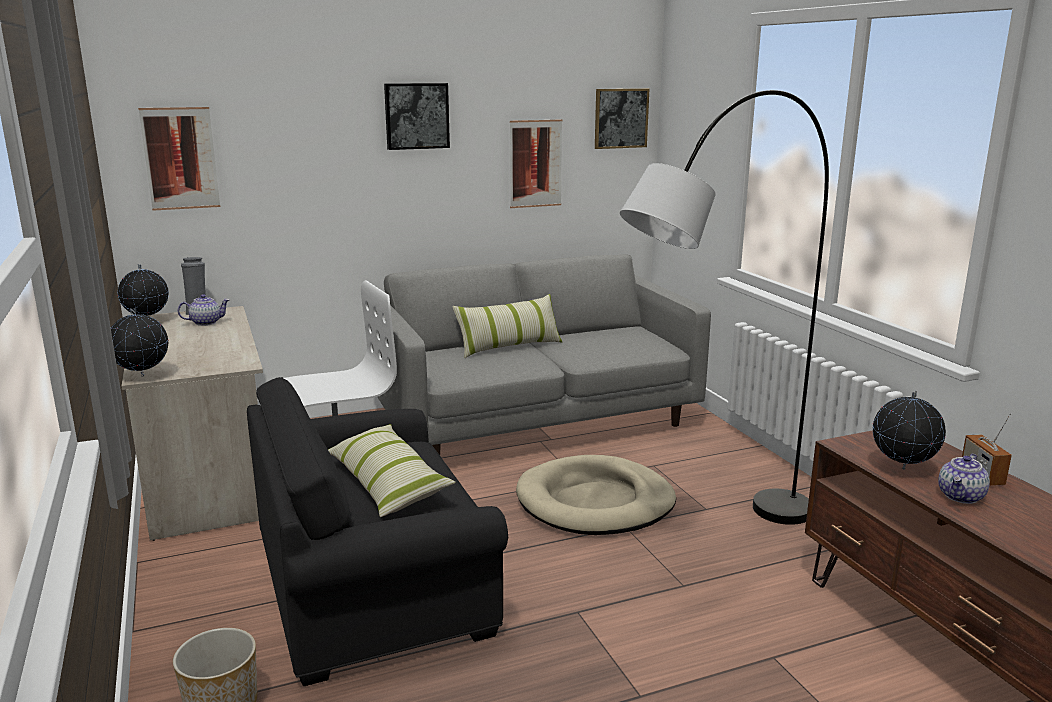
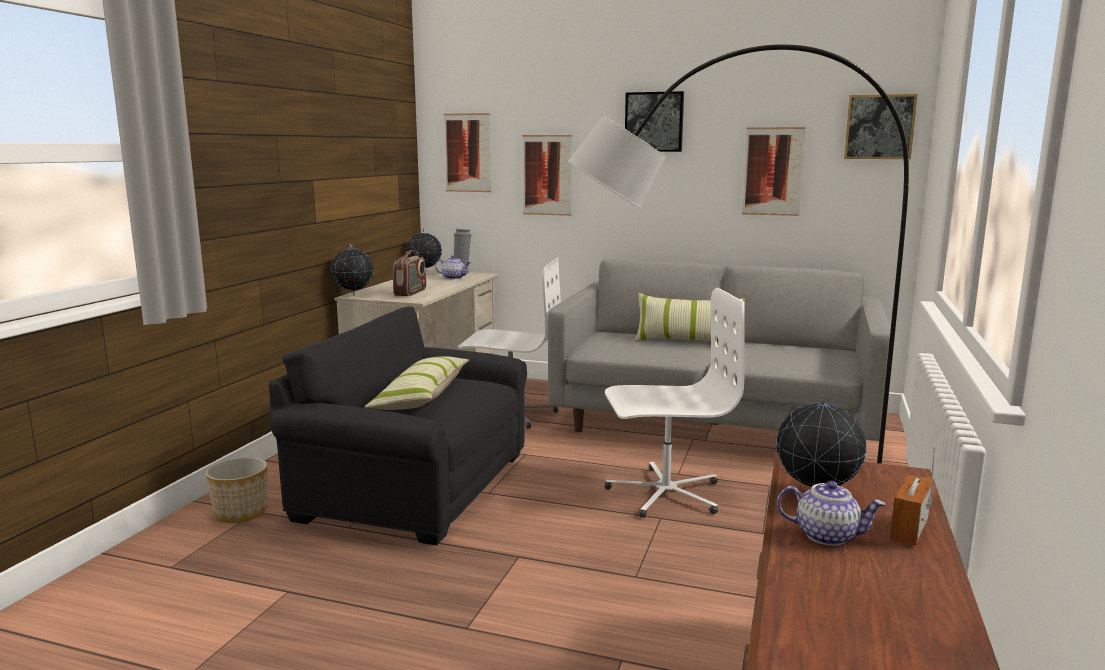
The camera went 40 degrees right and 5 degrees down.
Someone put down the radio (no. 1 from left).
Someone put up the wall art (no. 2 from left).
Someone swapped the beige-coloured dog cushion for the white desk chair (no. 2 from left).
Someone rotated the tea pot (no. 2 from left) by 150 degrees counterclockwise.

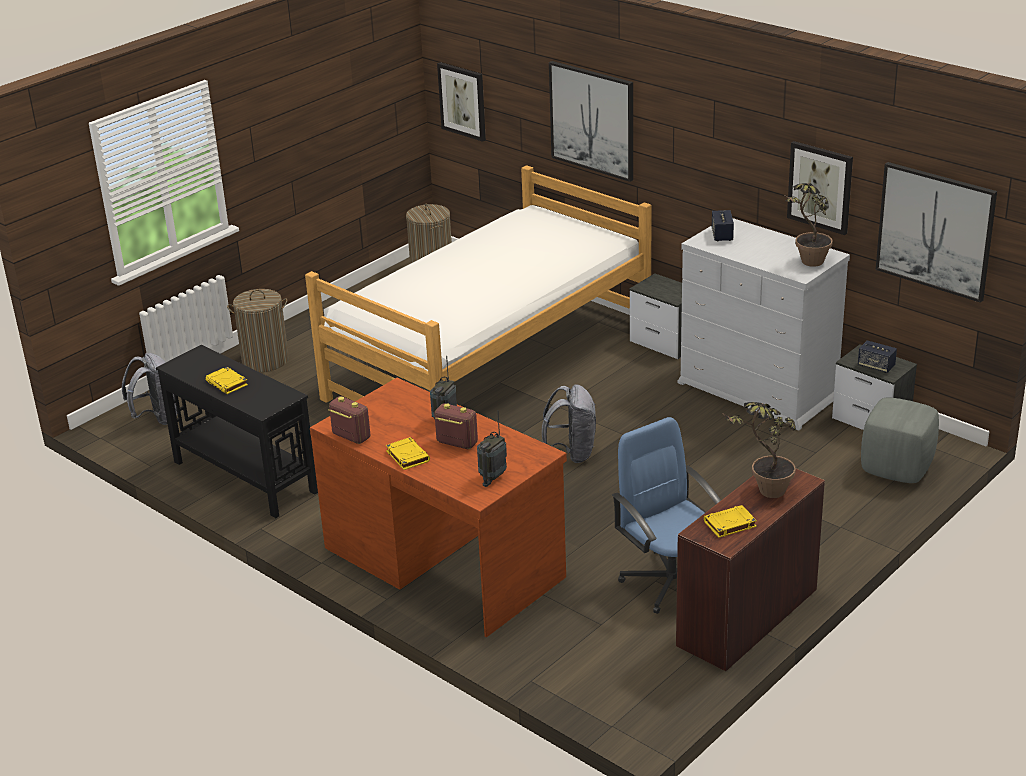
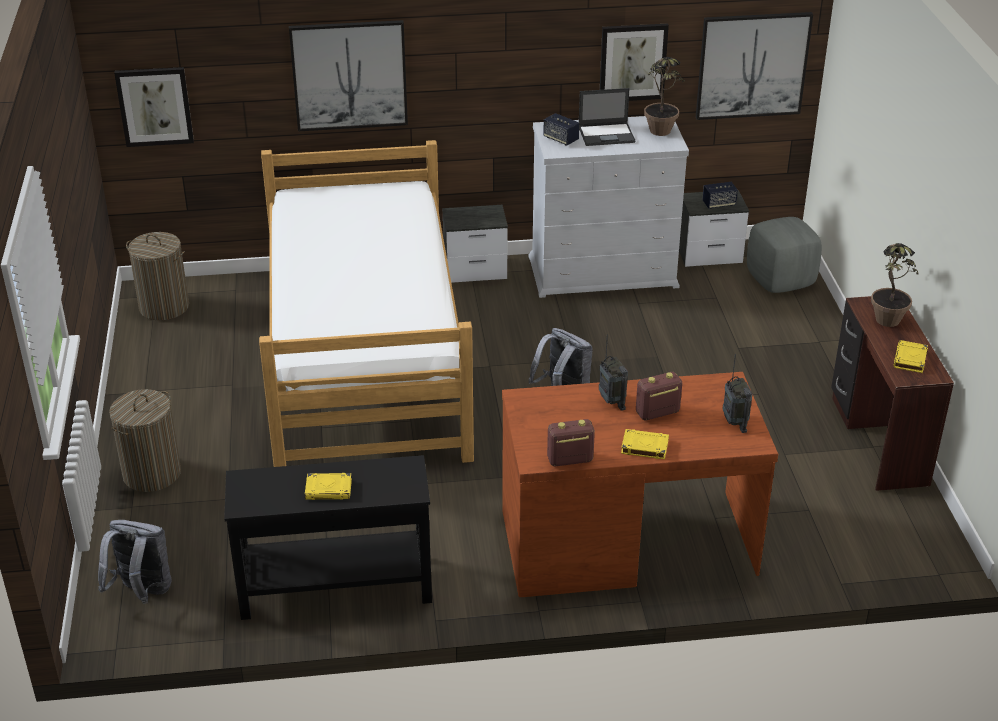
The camera went 50 degrees left and 5 degrees up.
Someone took away the bluish desk chair.
Someone put down the portable computer.

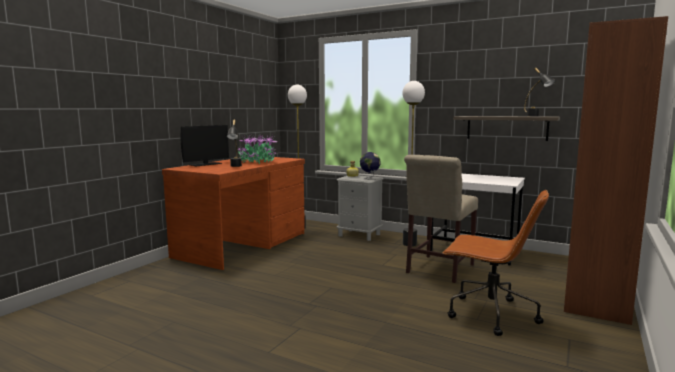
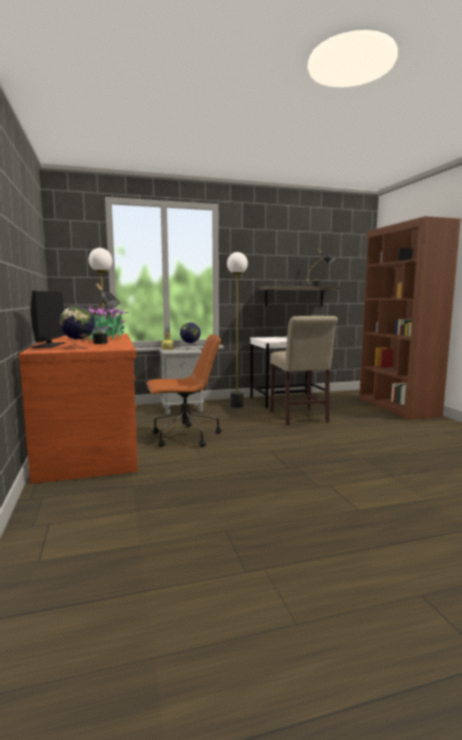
The camera went 45 degrees left and 0 degrees up.
Someone put down the world globe (no. 1 from left).
Someone carried the brownish desk chair.

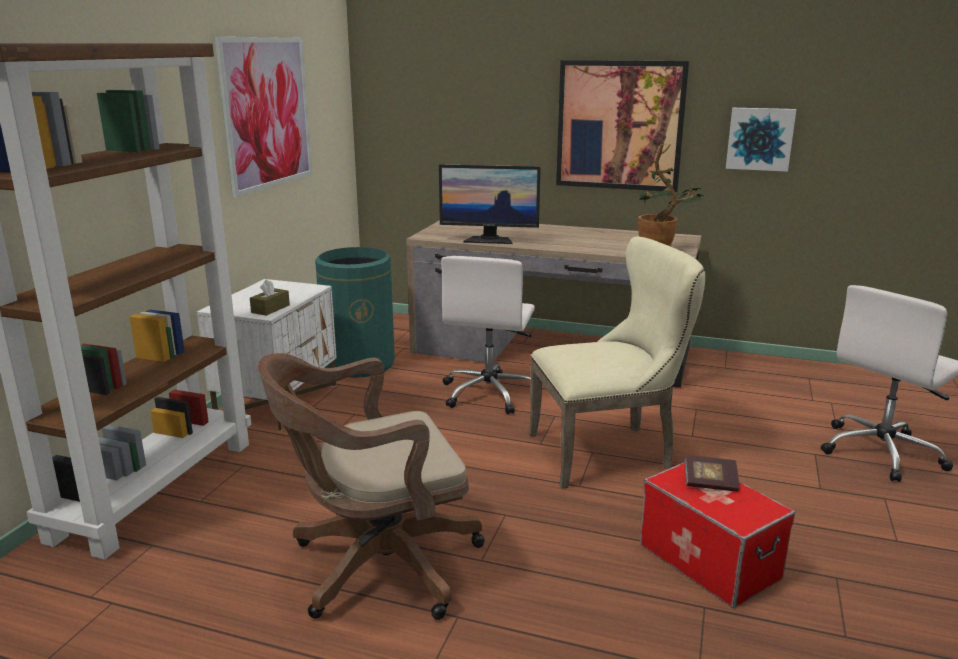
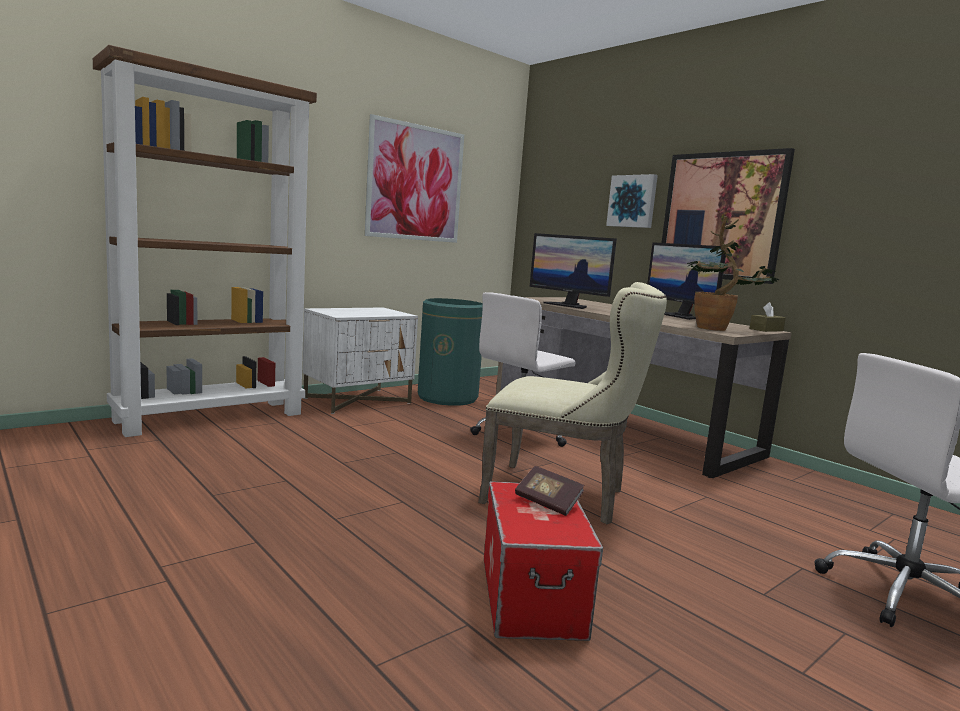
The camera went 30 degrees right and 10 degrees down.
Someone took away the brownish desk chair.
Someone put down the computer display (no. 2 from left).
Someone carried the brownish box of tissues.
Someone carried the wall art (no. 3 from left in the first image).

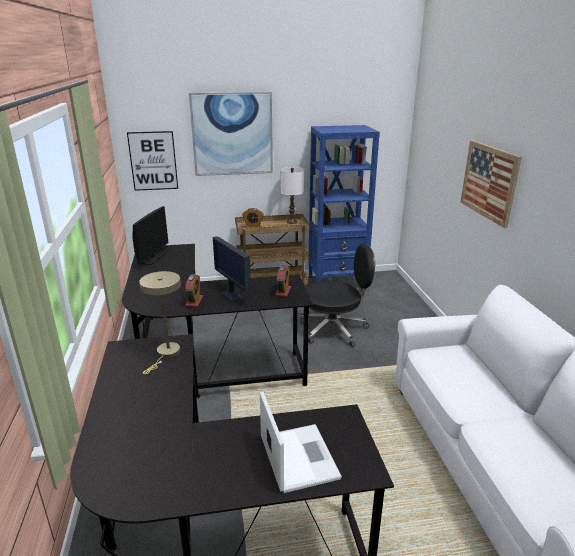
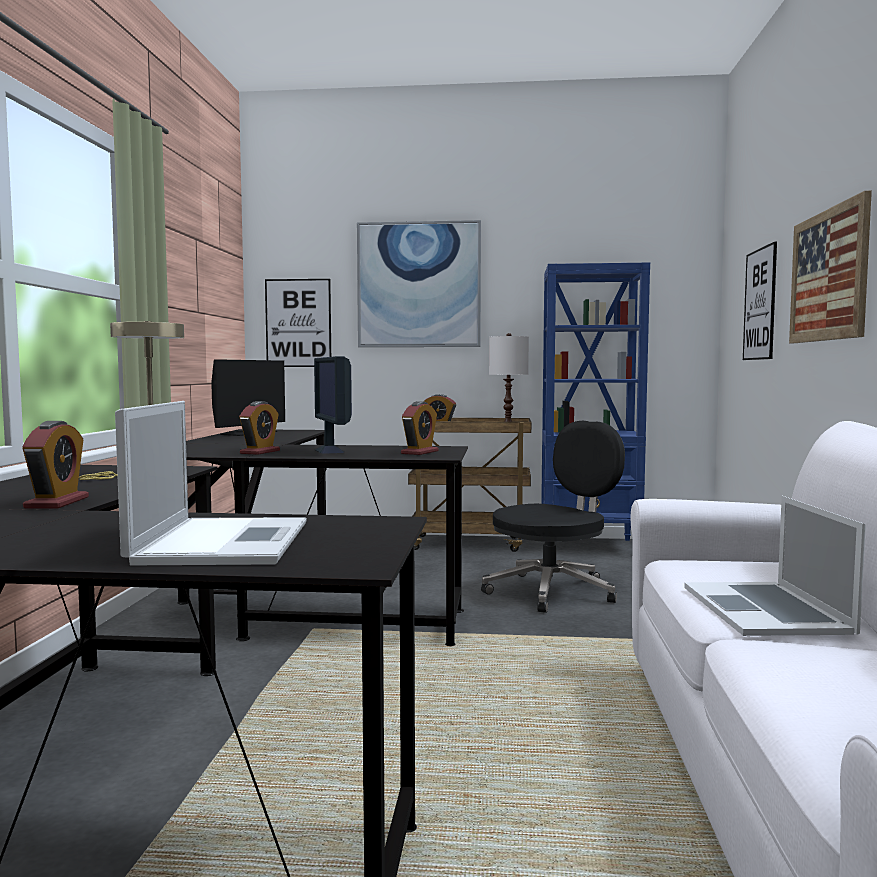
The camera went 15 degrees right and 20 degrees down.
Someone put down the alarm clock (no. 1 from left).
Someone put down the portable computer (no. 2 from left).
Someone put up the wall art (no. 3 from left).
Someone rotated the black desk chair by 45 degrees counterclockwise.

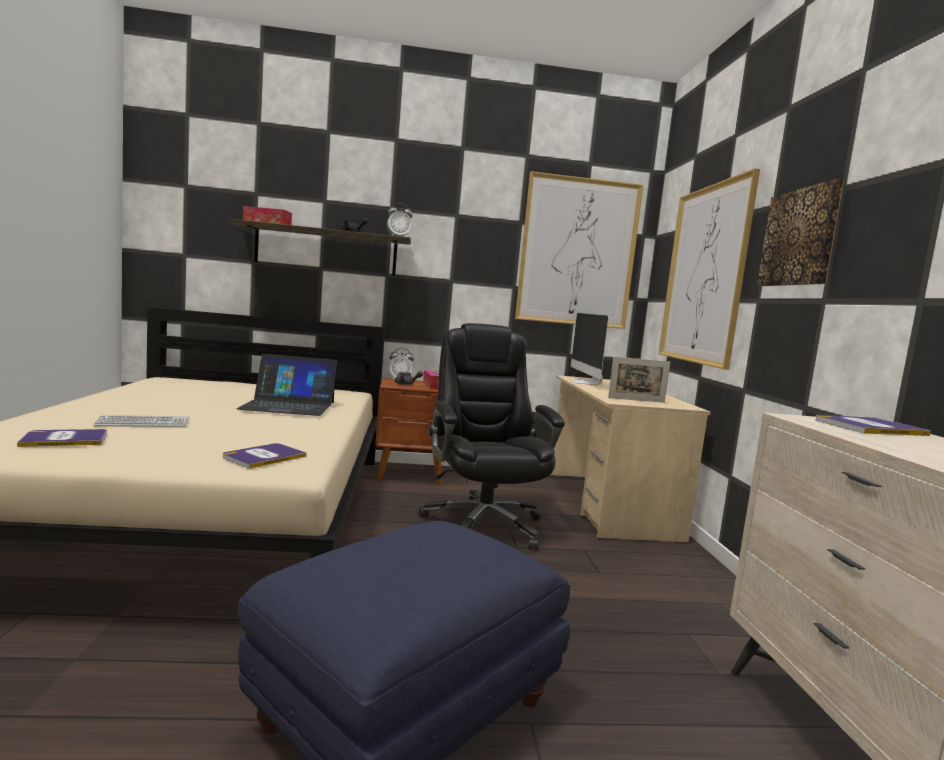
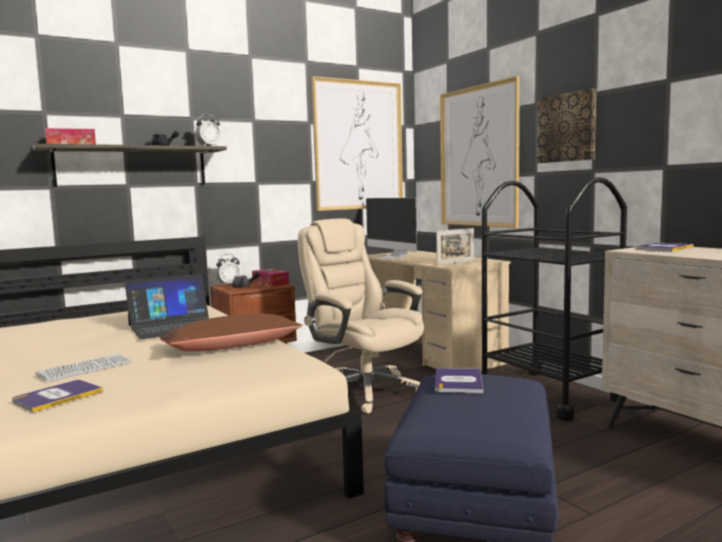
The camera went 25 degrees left and 0 degrees up.
Someone put down the brownish pillow.
Someone put down the black cart.
Someone carried the book (no. 2 from left).
Someone repainted the black desk chair, which became the beige-coloured desk chair.

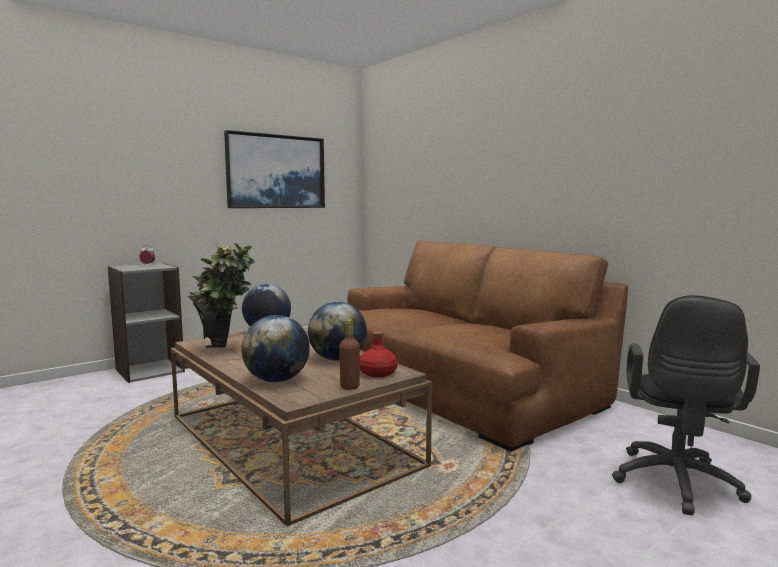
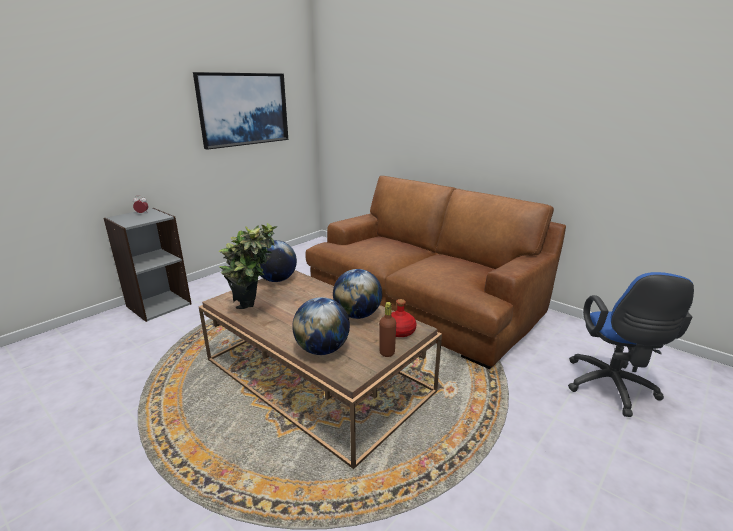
The camera went 10 degrees left and 15 degrees up.
Someone repainted the black desk chair, which became the bluish desk chair.

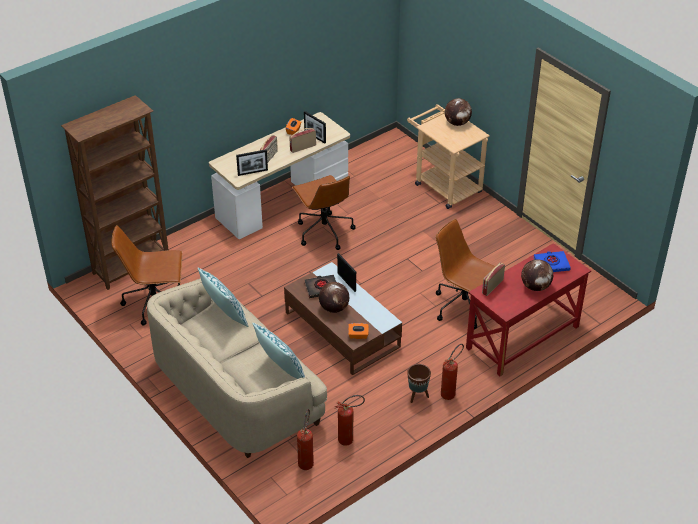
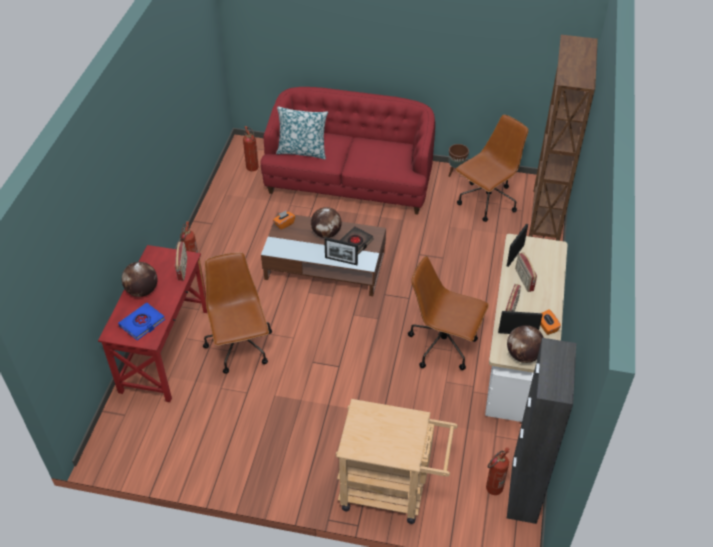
The camera went 140 degrees right and 5 degrees up.
Someone took away the pillow (no. 1 from left).
Someone put down the black cabinet.
Someone carried the fire-fighting cylinder (no. 2 from left in the first image).
Someone carried the brownish flower pot.
Someone carried the world globe (no. 2 from left in the first image).
Someone repainted the beige-coloured sofa, which became the red sofa.
Someone rotated the brownish desk chair (no. 3 from left in the first image) by 105 degrees counterclockwise.

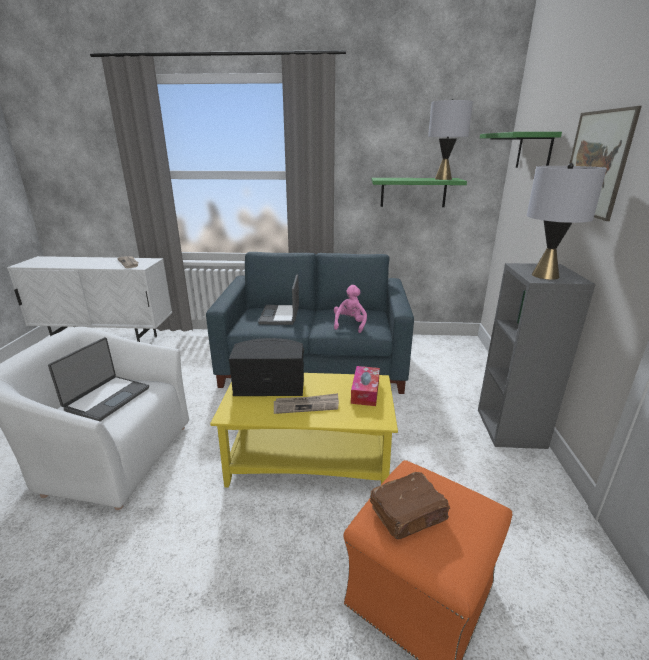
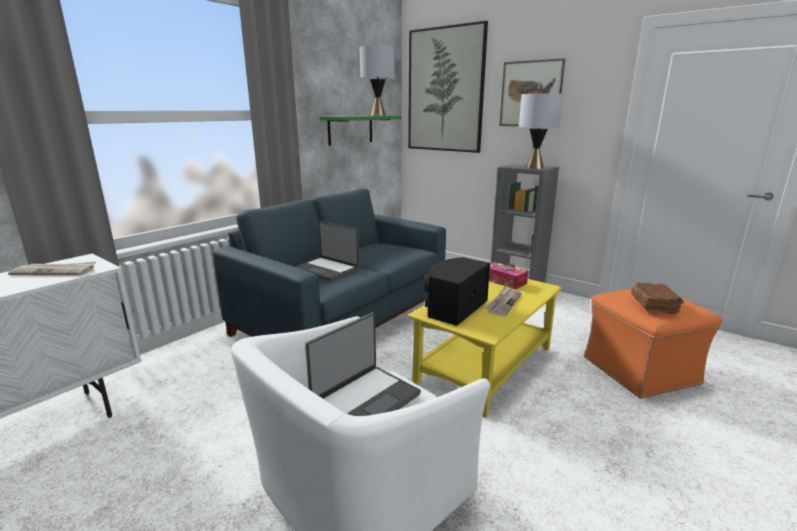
The camera went 55 degrees left and 5 degrees down.
Someone took away the pink-coloured plush toy.
Someone swapped the green-coloured shelf (no. 2 from left) for the wall art (no. 1 from left).
Someone rotated the portable computer (no. 1 from left in the first image) by 75 degrees clockwise.

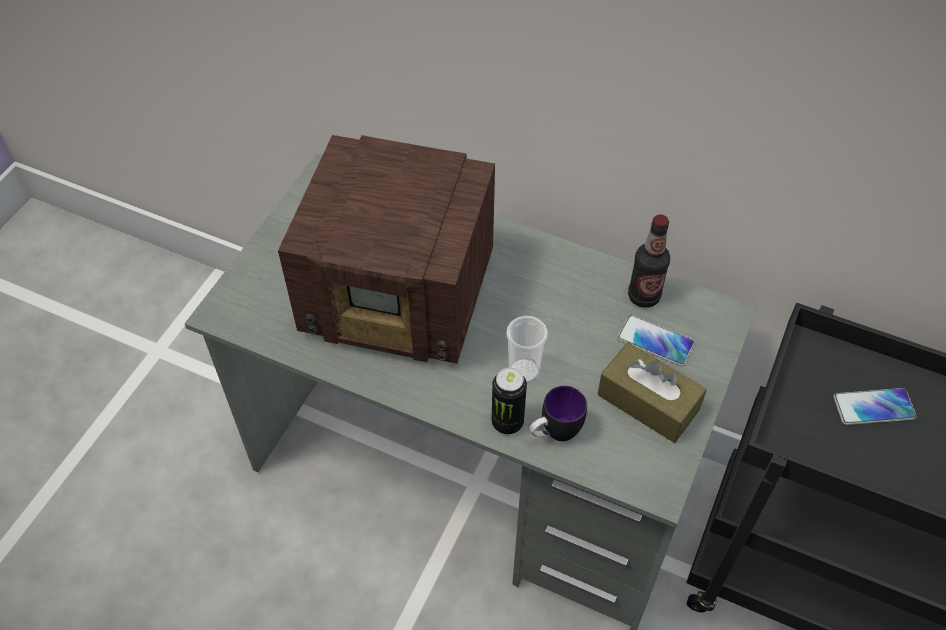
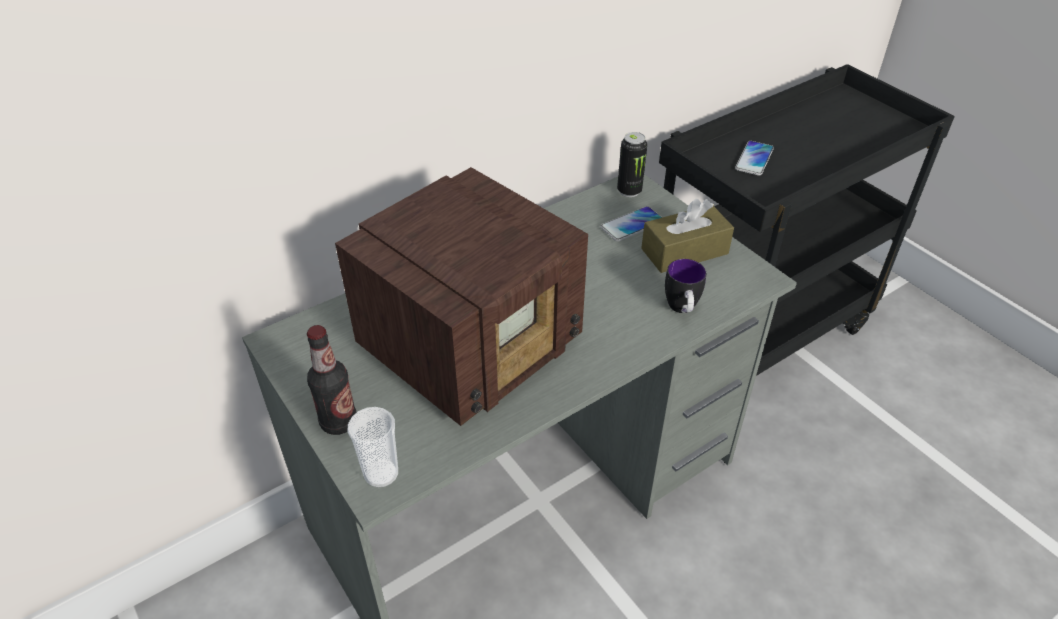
The camera went 60 degrees left and 10 degrees down.
Someone carried the can.
Someone carried the drinking cup.
Someone carried the drink bottle.

